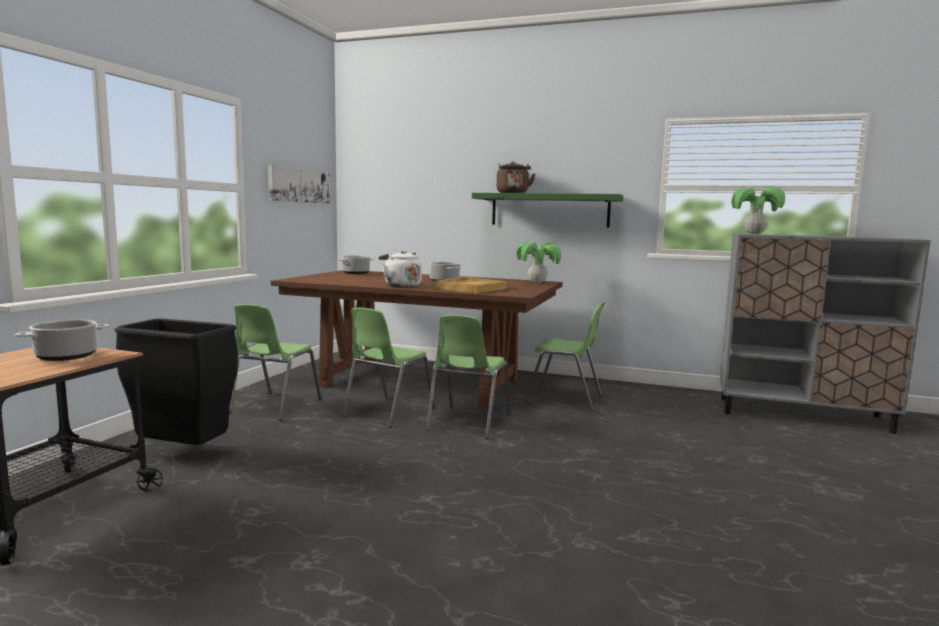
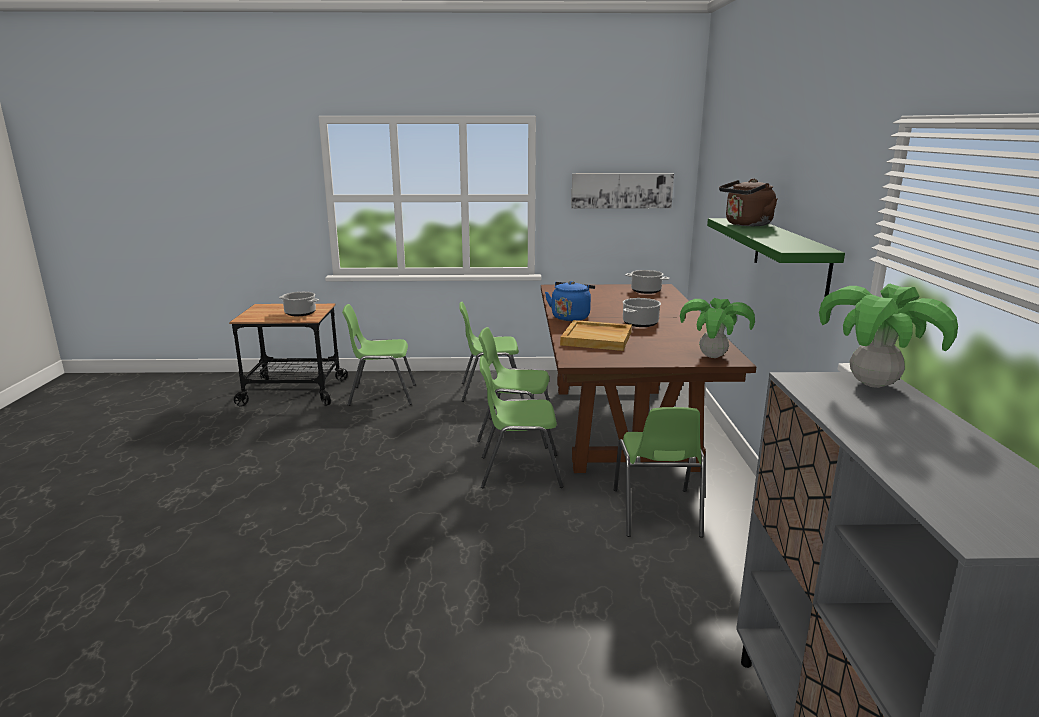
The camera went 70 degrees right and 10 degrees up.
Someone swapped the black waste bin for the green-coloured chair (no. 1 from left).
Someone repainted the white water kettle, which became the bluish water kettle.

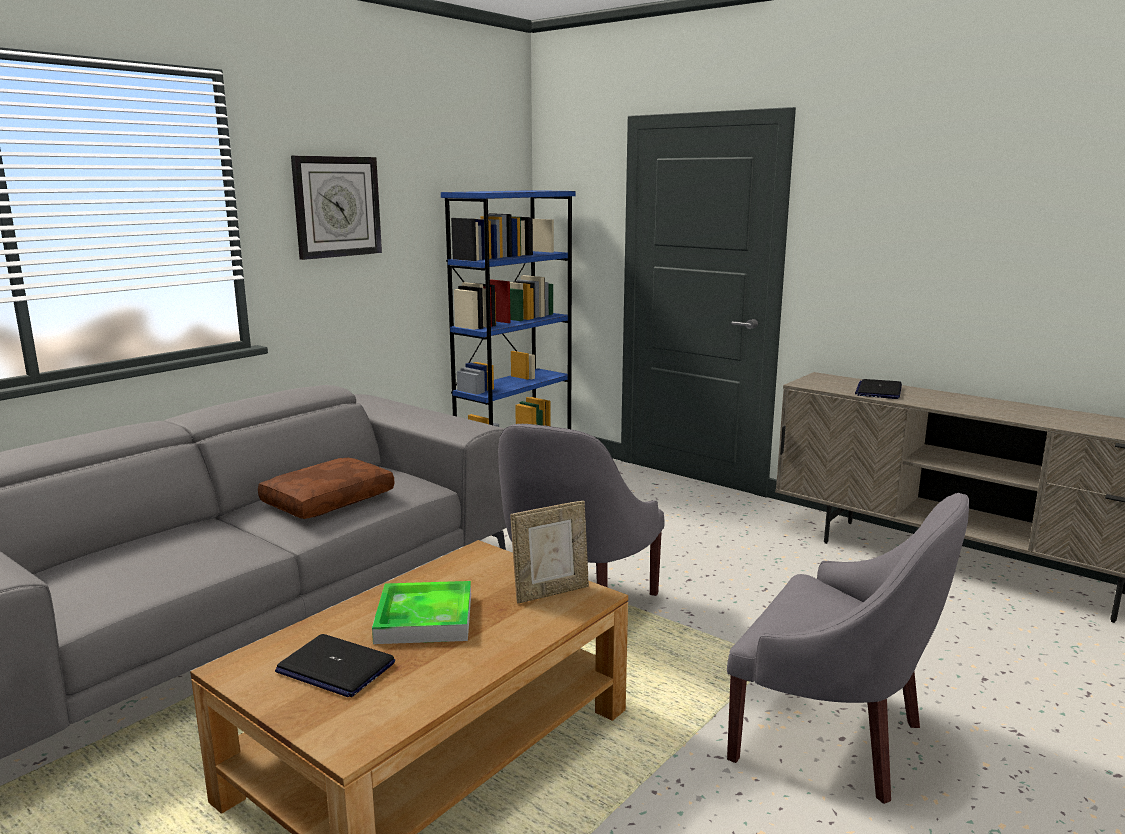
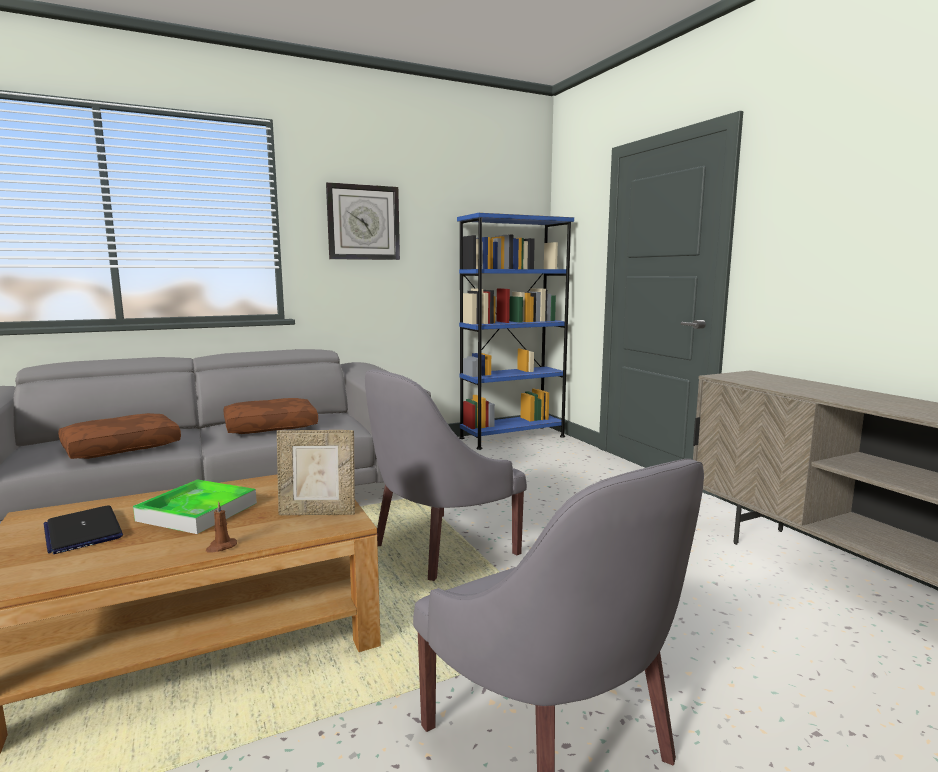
The camera went 25 degrees right and 5 degrees down.
Someone took away the portable computer (no. 2 from left).
Someone put down the brownish pillow (no. 1 from left).
Someone put down the brownish candle.

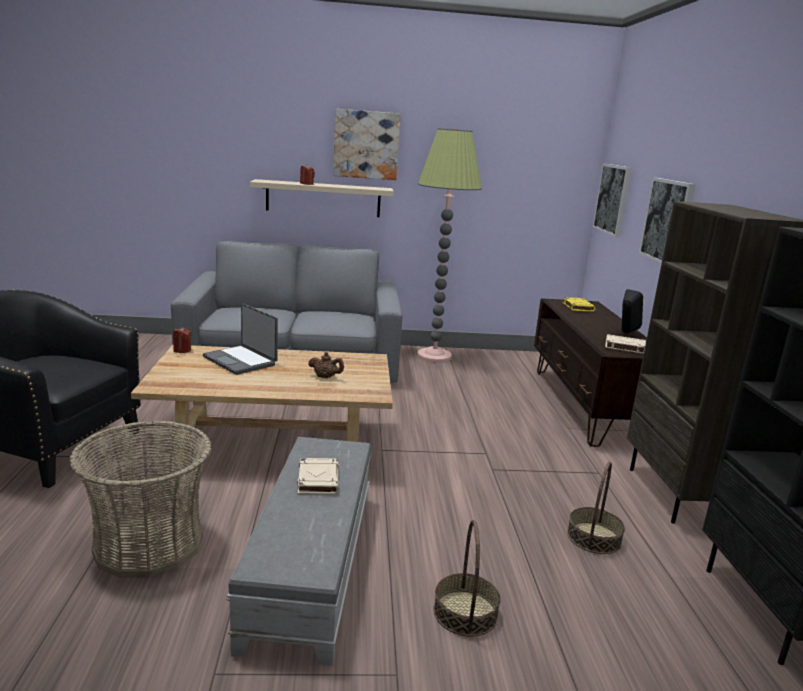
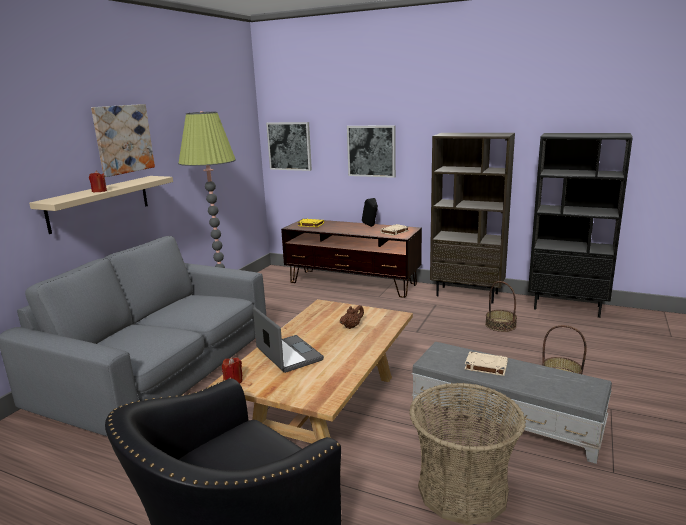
The camera went 60 degrees left and 0 degrees up.
Someone rotated the portable computer by 105 degrees counterclockwise.

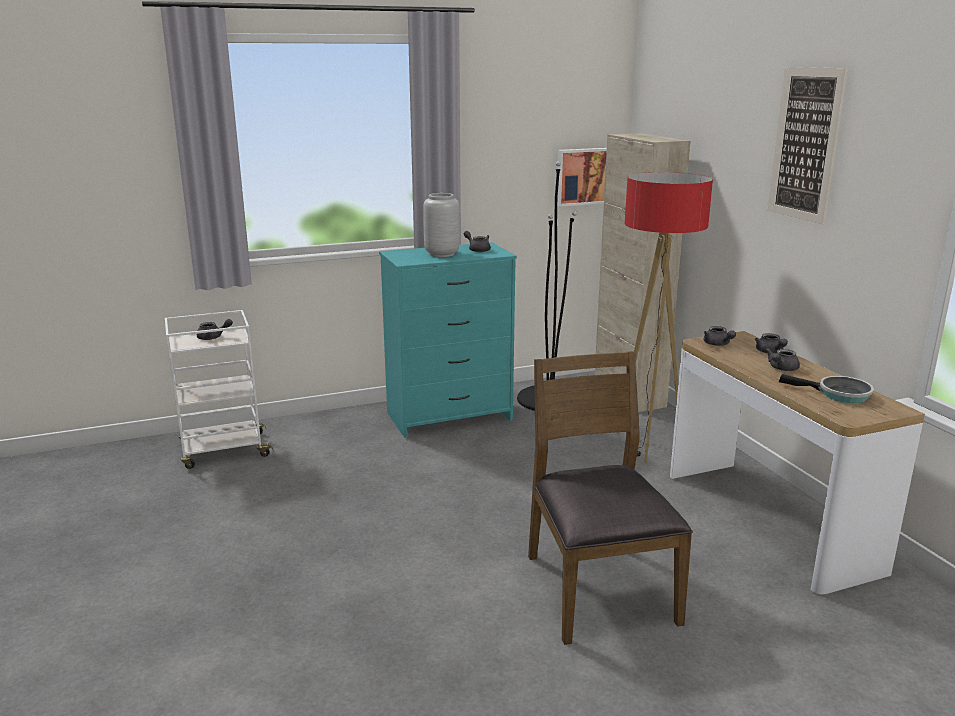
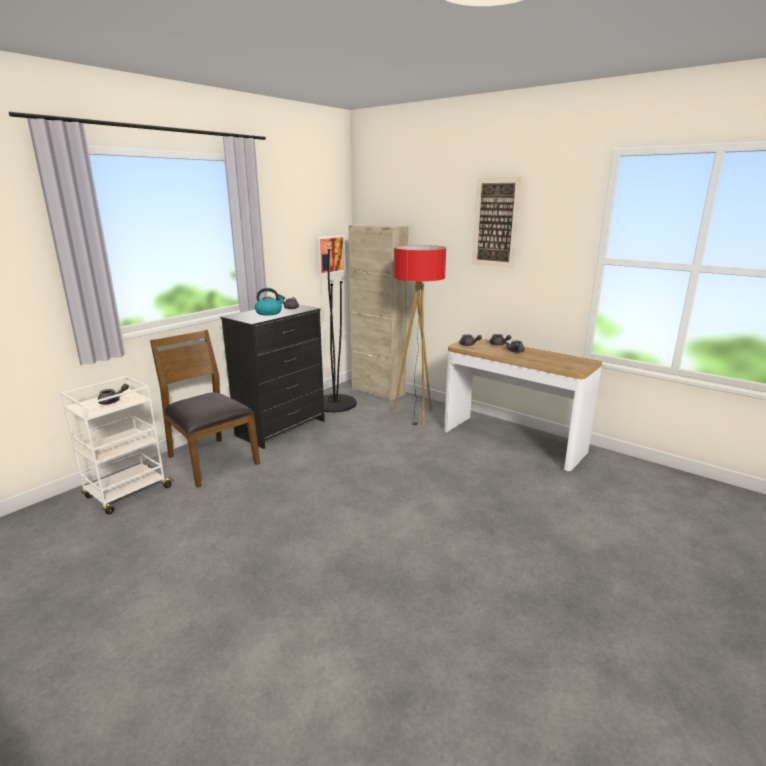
The camera went 30 degrees left and 0 degrees up.
Someone took away the skillet.
Someone carried the brownish chair.
Someone swapped the gray vase for the water kettle.
Someone repainted the turquoise dresser, which became the black dresser.

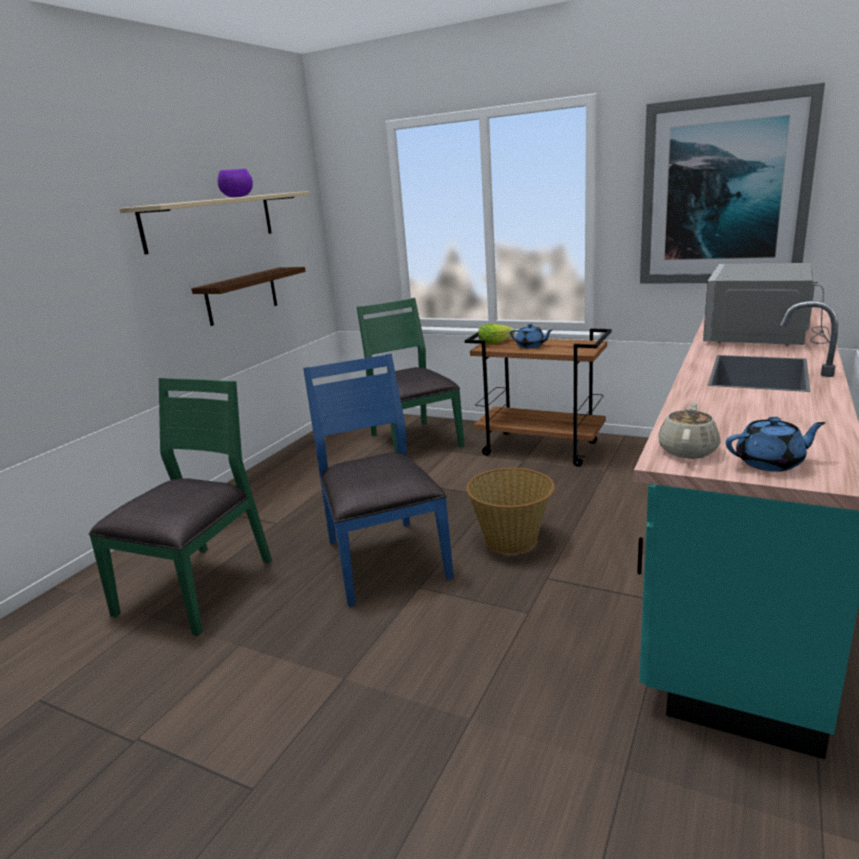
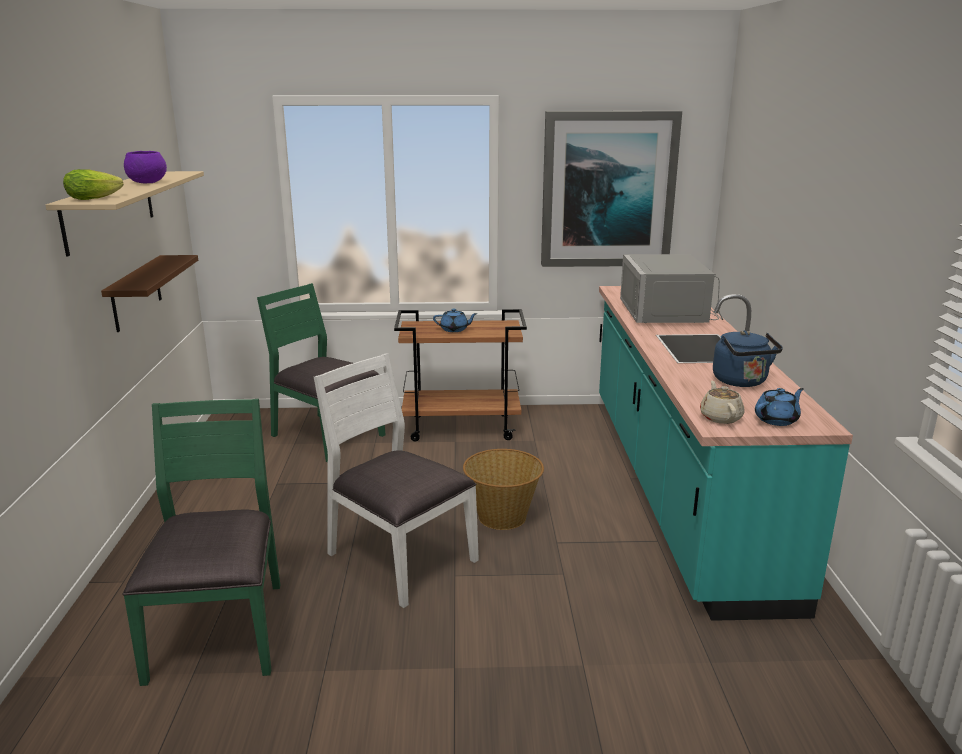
The camera went 30 degrees left and 0 degrees up.
Someone put down the bluish water kettle.
Someone carried the lettuce head.
Someone repainted the bluish chair, which became the white chair.

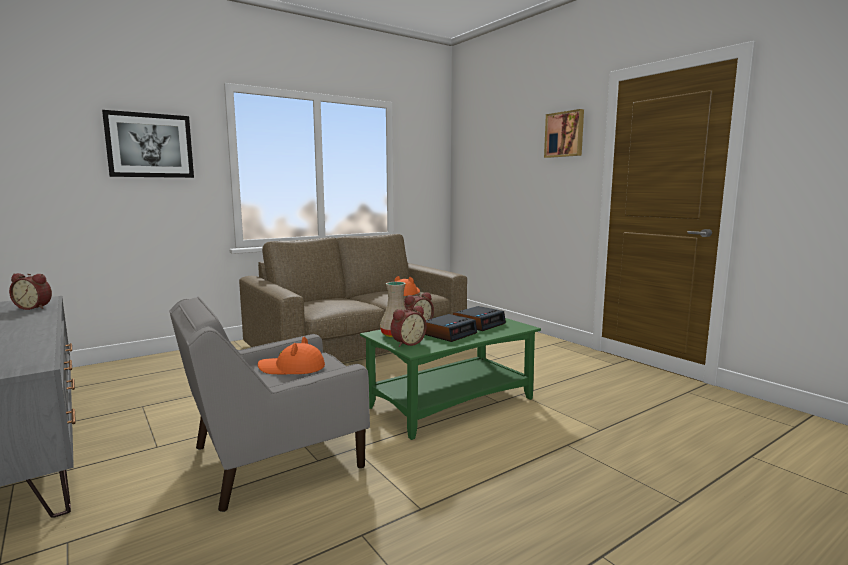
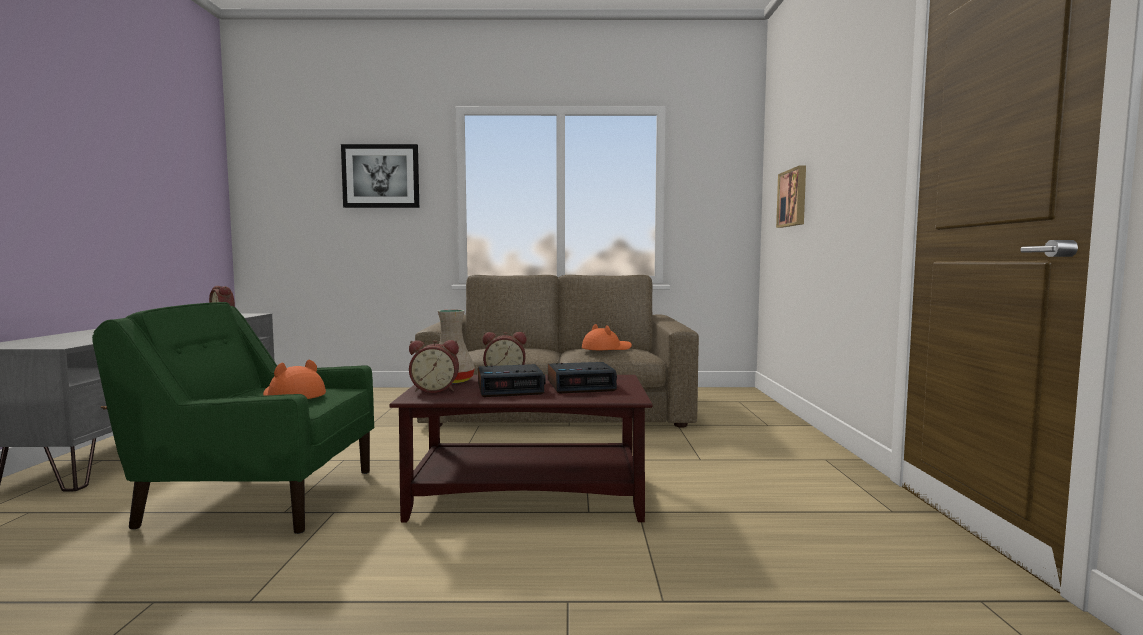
The camera went 35 degrees right and 5 degrees down.
Someone carried the wall art (no. 2 from left).
Someone repainted the gray lounge chair, which became the green-coloured lounge chair.
Someone repainted the green-coloured low table, which became the brownish low table.

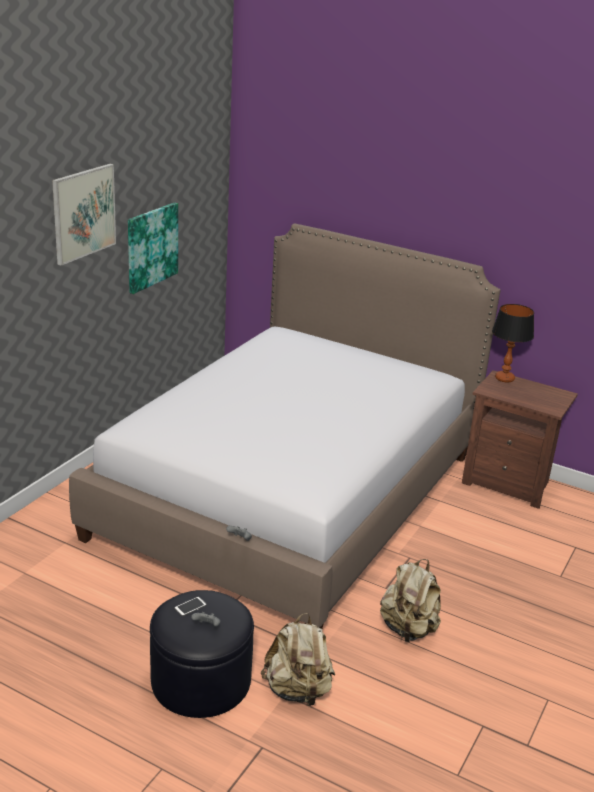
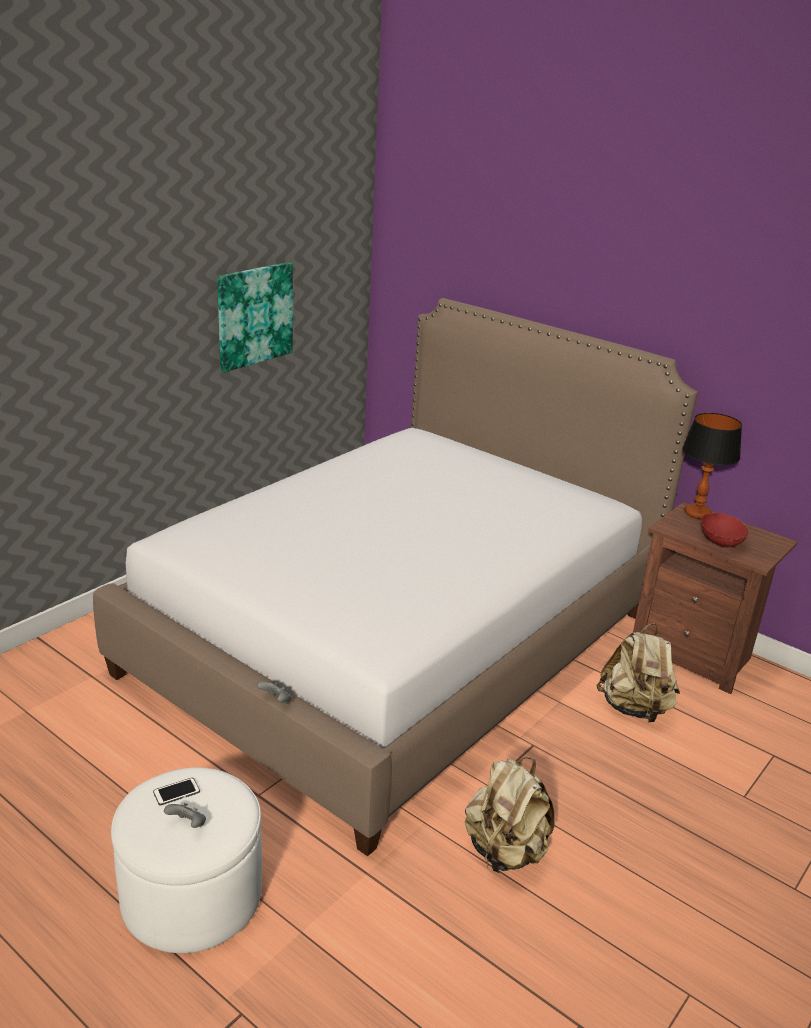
The camera went 10 degrees right and 0 degrees up.
Someone took away the wall art (no. 1 from left).
Someone put down the red deep dish.
Someone carried the beige-coloured rucksack (no. 1 from left in the first image).
Someone repainted the black pouffe, which became the white pouffe.

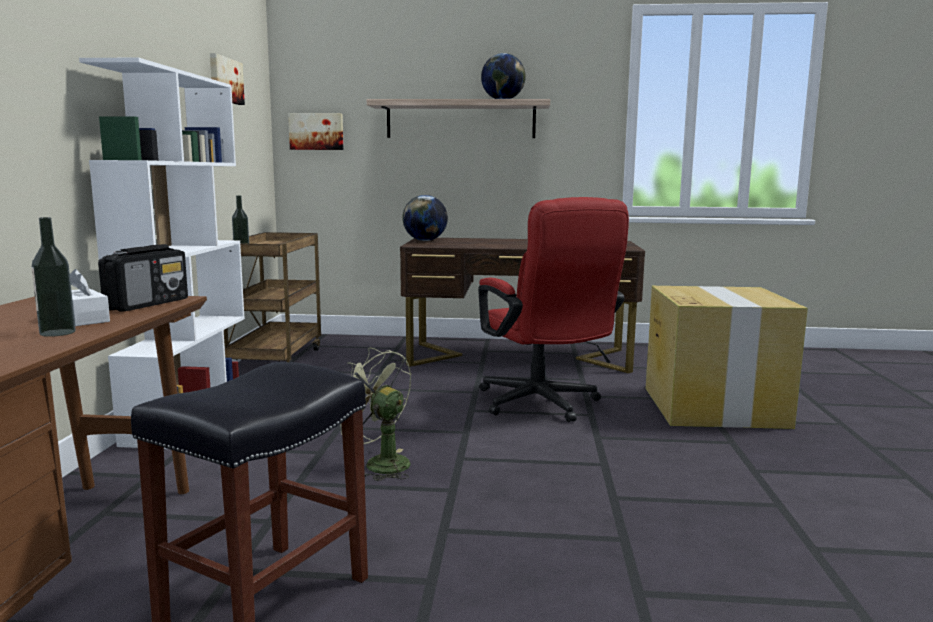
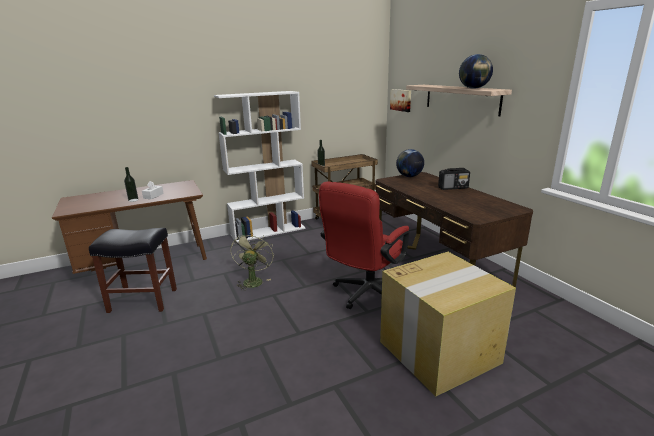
The camera went 60 degrees right and 10 degrees up.
Someone took away the wall art (no. 1 from left).
Someone carried the radio.

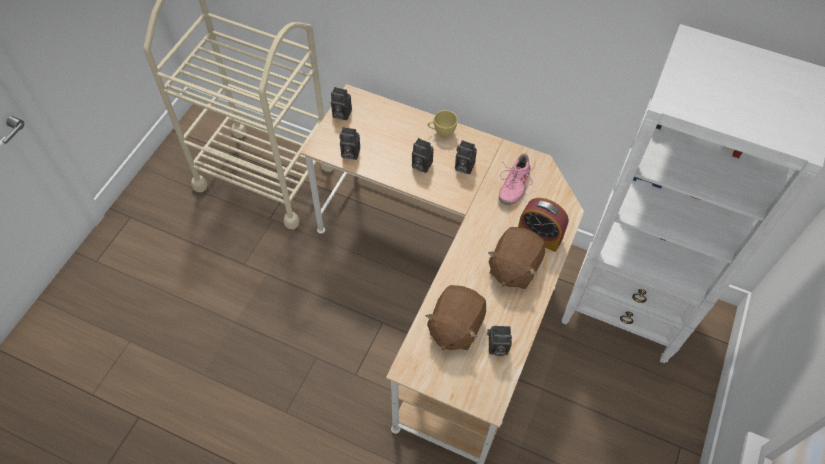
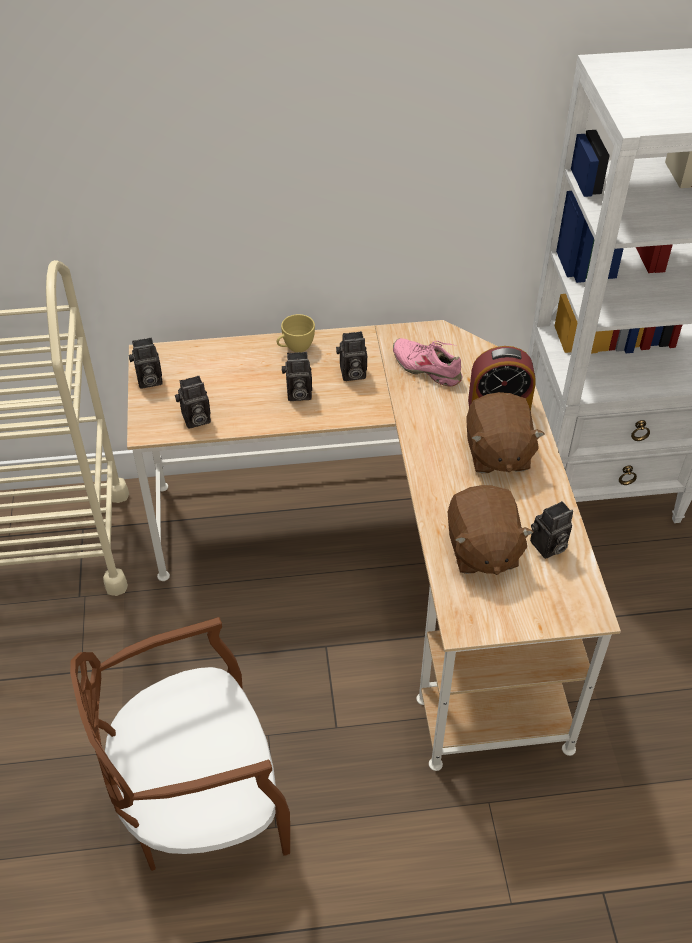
The camera went 30 degrees left and 10 degrees down.
Someone put down the brownish chair.
Someone rotated the pink-coloured shoe by 135 degrees clockwise.

